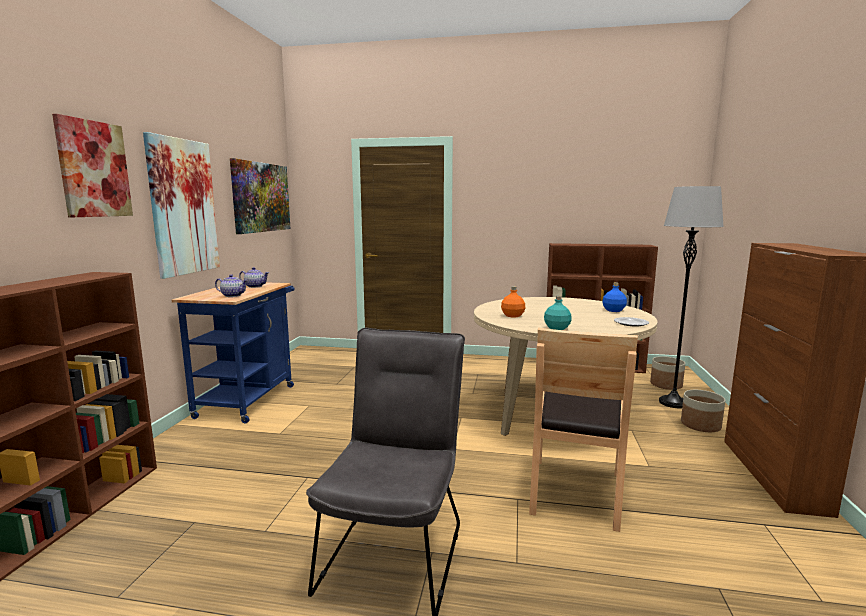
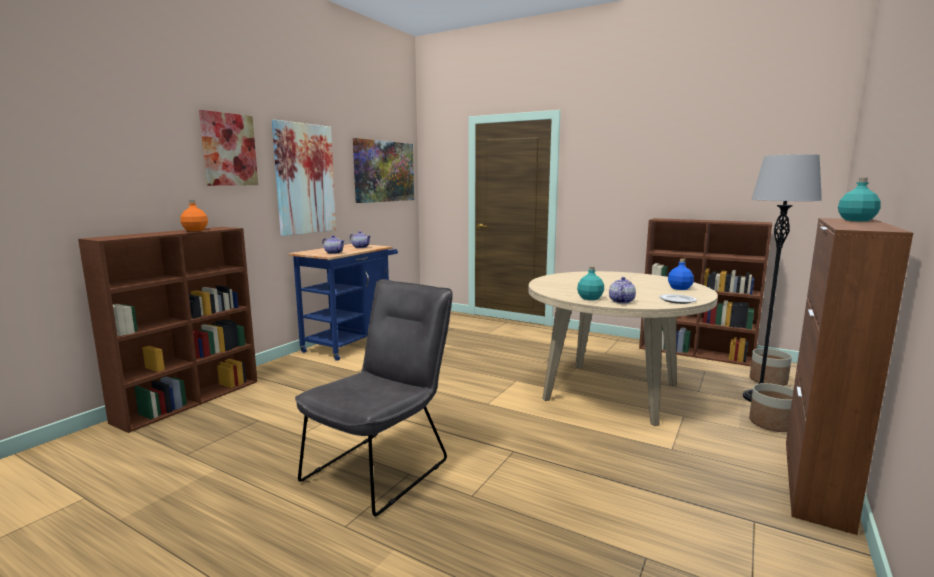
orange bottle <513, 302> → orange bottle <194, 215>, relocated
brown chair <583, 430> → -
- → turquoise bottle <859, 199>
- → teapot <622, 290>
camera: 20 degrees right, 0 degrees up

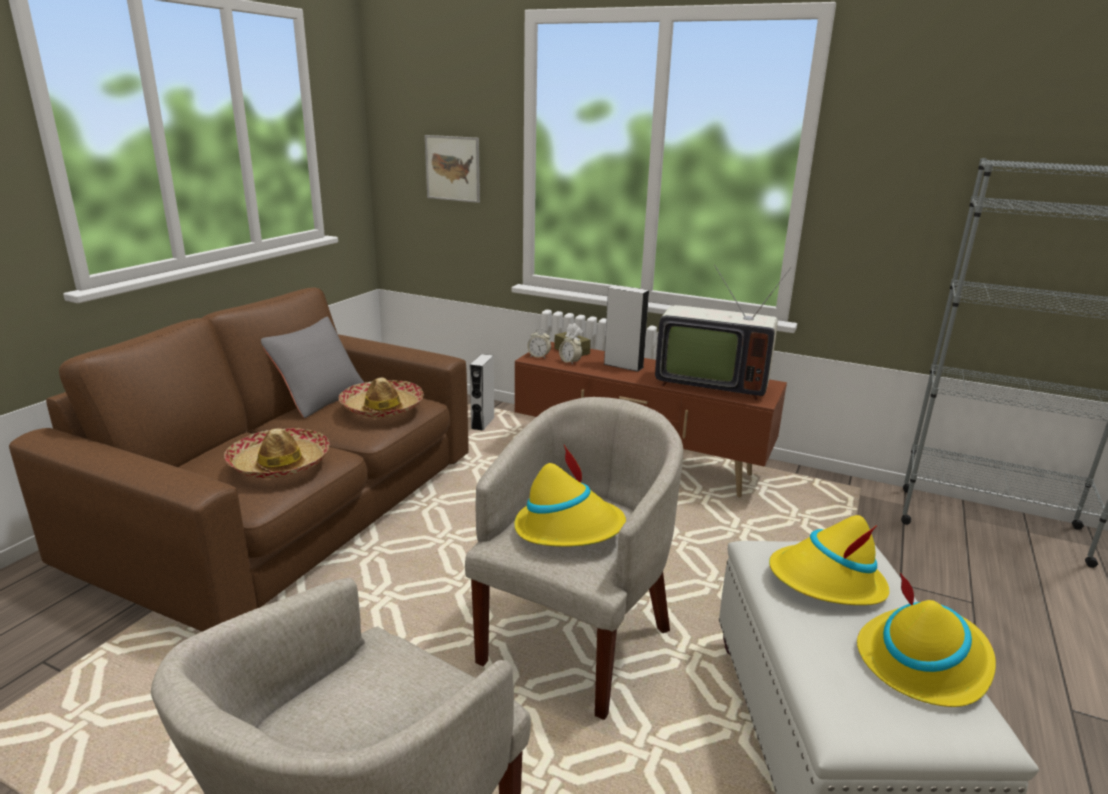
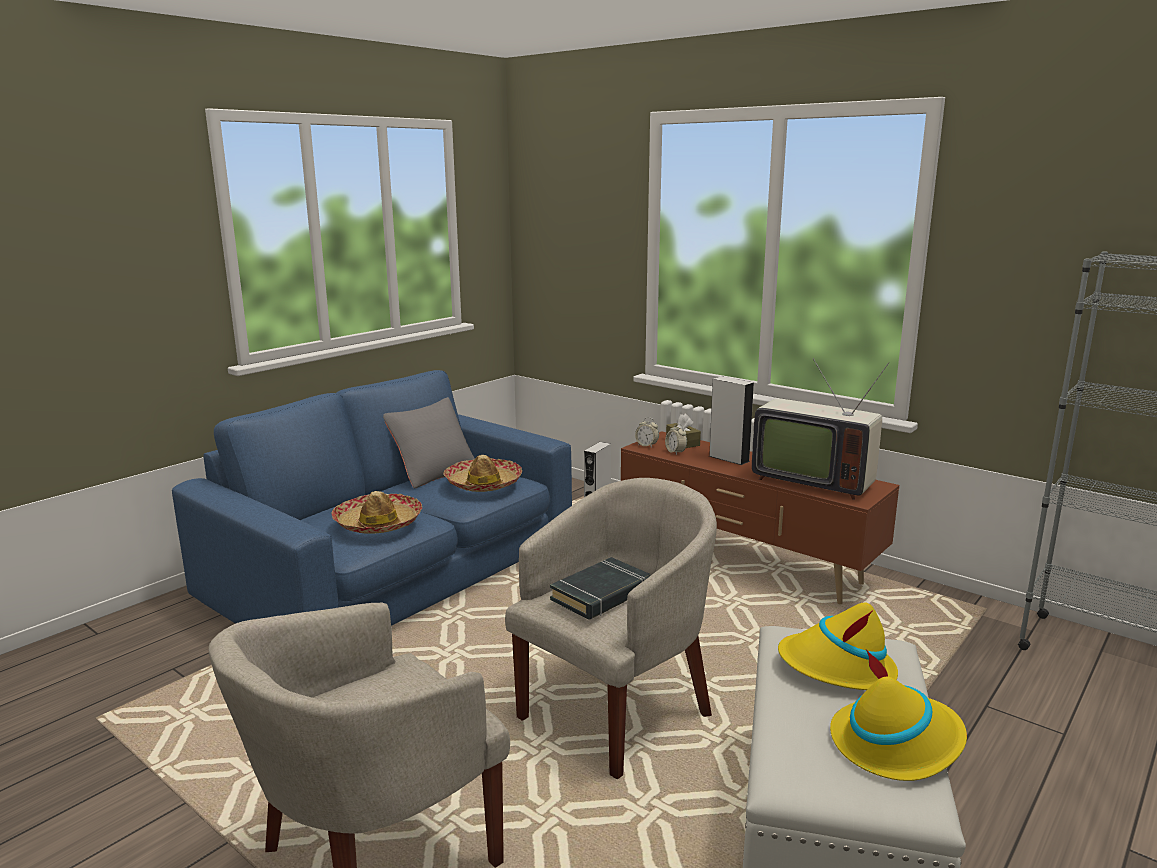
picture <452, 169> → -
brown sofa <239, 459> → blue sofa <372, 498>
yellow hat <570, 496> → black book <600, 588>
camera: 15 degrees right, 5 degrees down

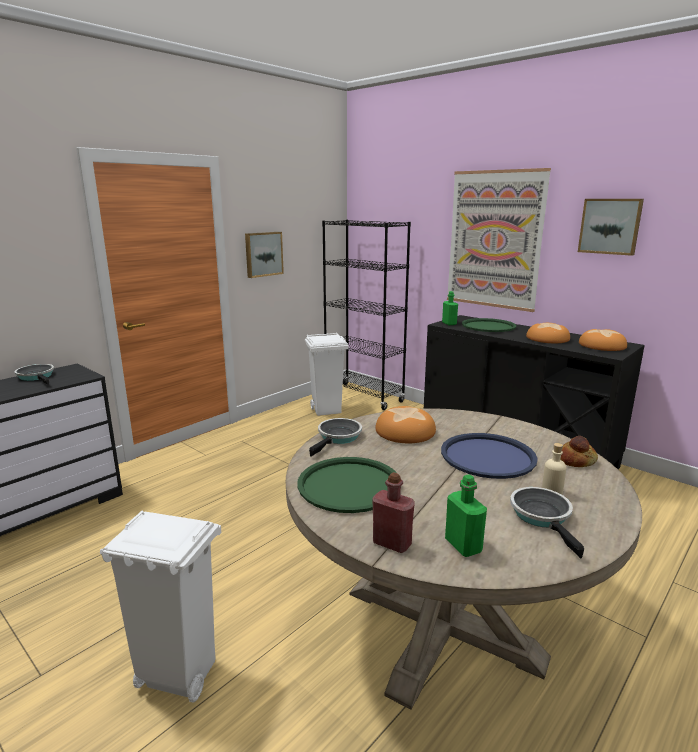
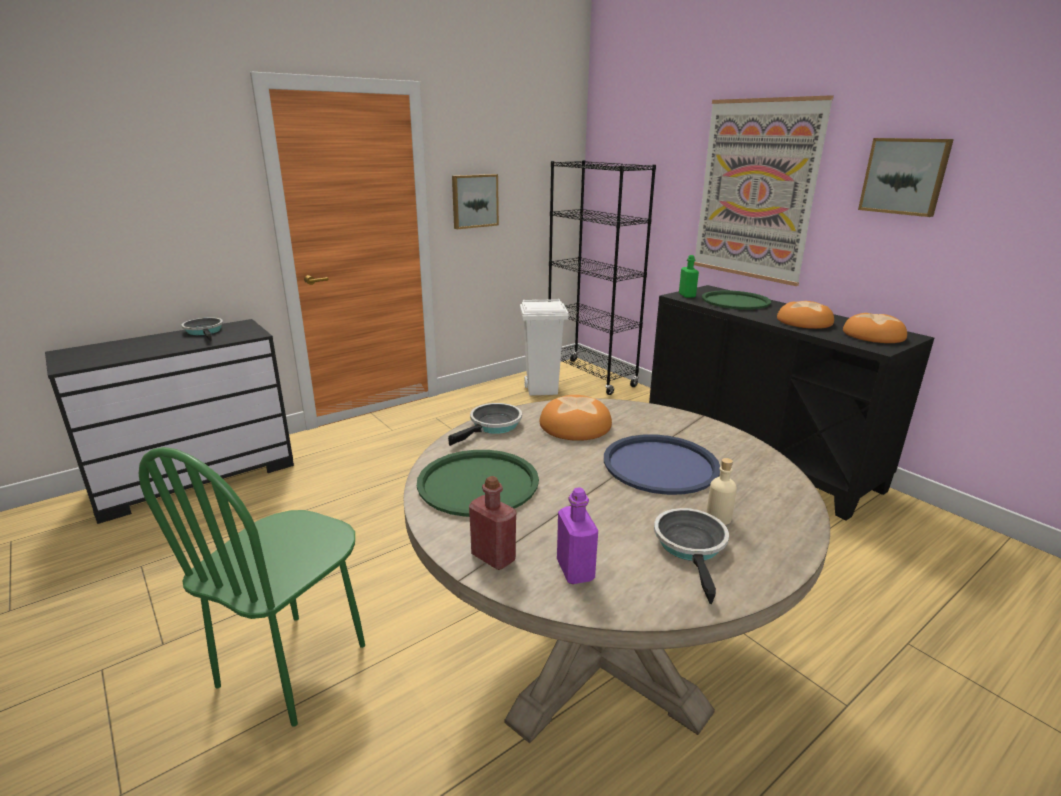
bread <579, 451> → -
green bottle <466, 515> → purple bottle <577, 535>
white trash can <160, 607> → green chair <252, 587>
camera: 10 degrees right, 5 degrees up

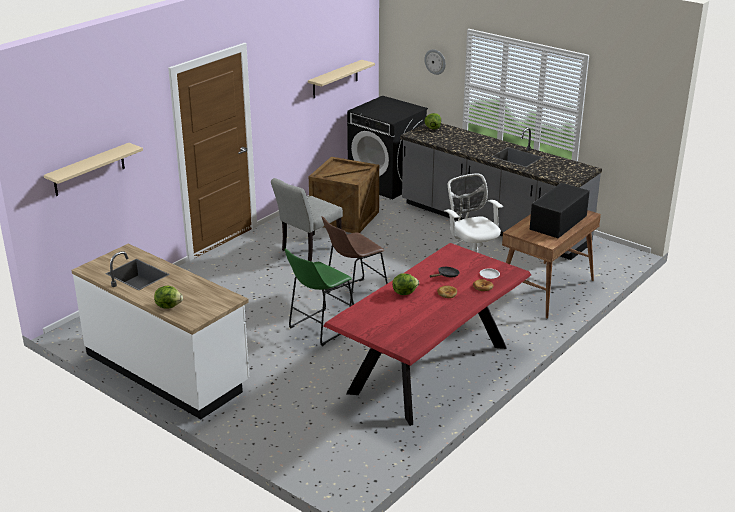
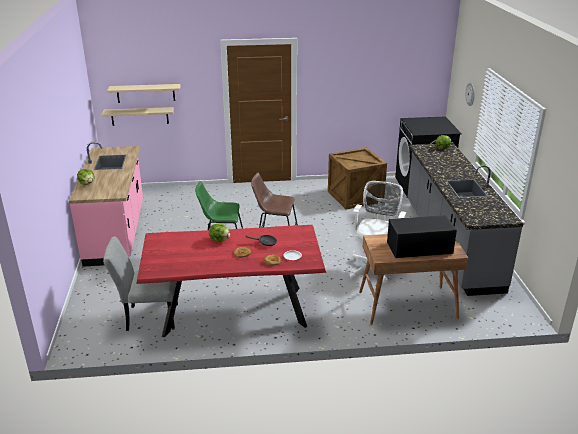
beige shelf <341, 79> → beige shelf <138, 116>, relocated
grey chair <307, 220> → grey chair <140, 284>, relocated
white counter <160, 331> → pink counter <106, 204>
camera: 45 degrees right, 0 degrees up

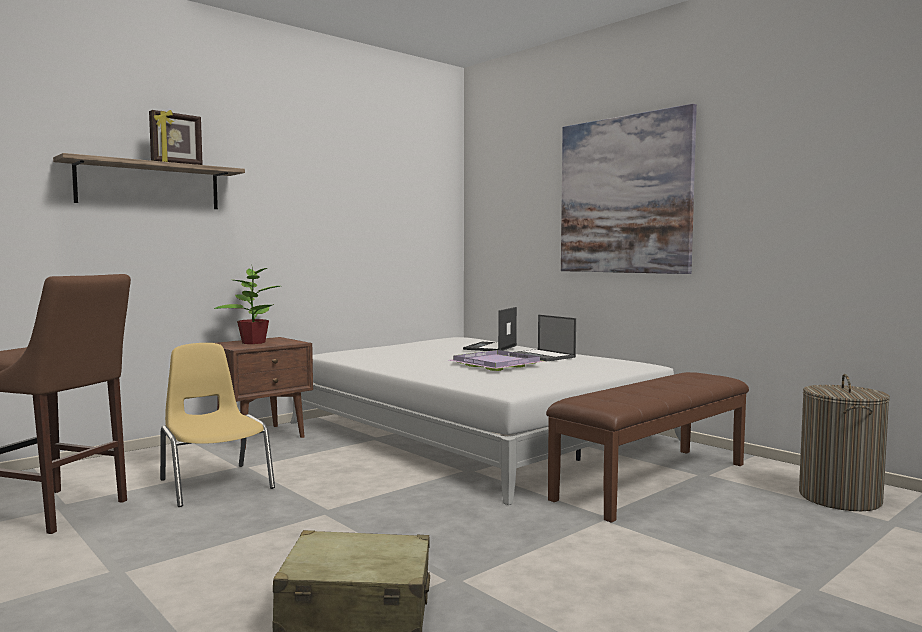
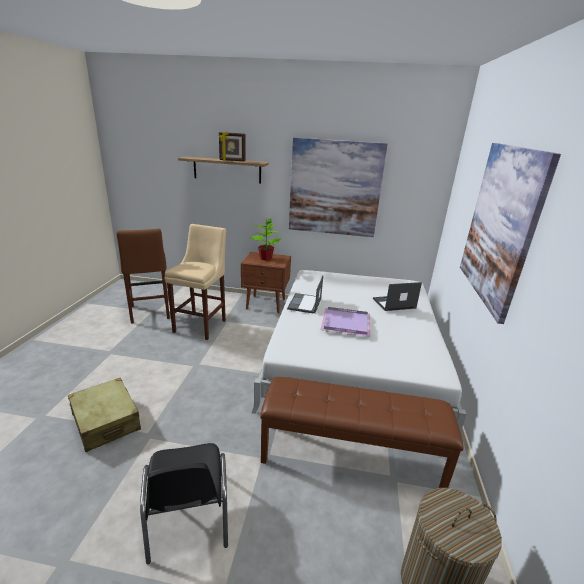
laptop <545, 338> → laptop <305, 295>, relocated
yellow chair <217, 425> → beige stool <195, 282>
- → picture <338, 187>
- → black chair <184, 503>
camera: 50 degrees right, 20 degrees up

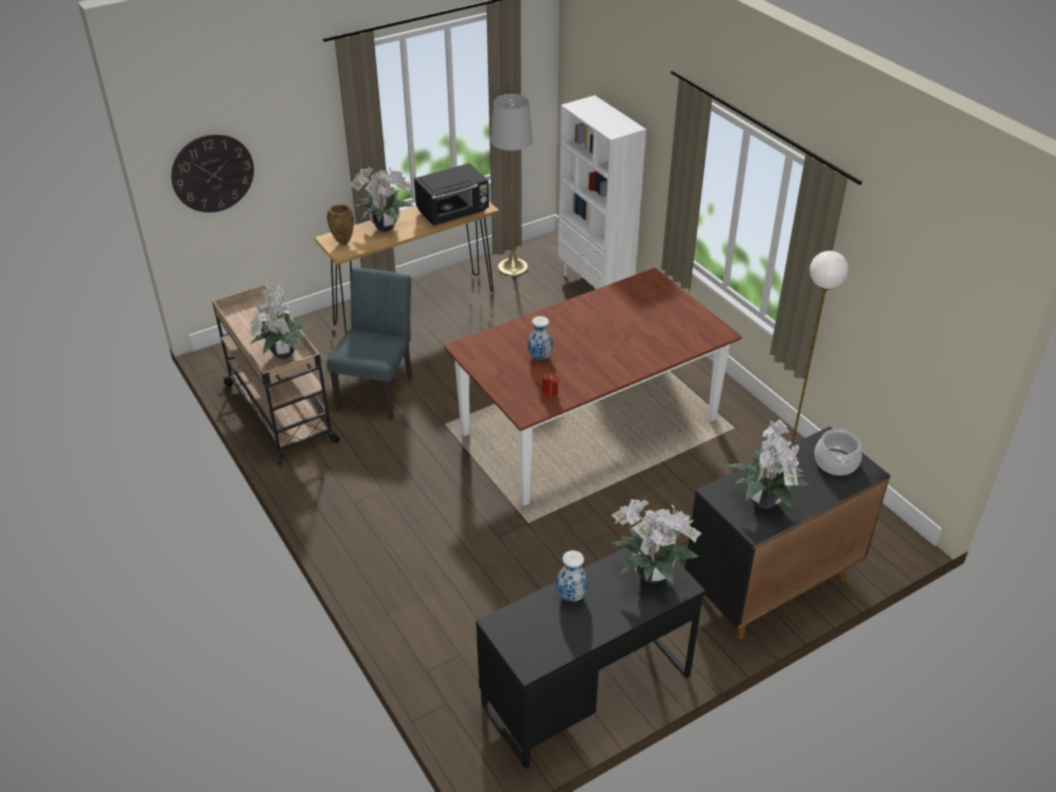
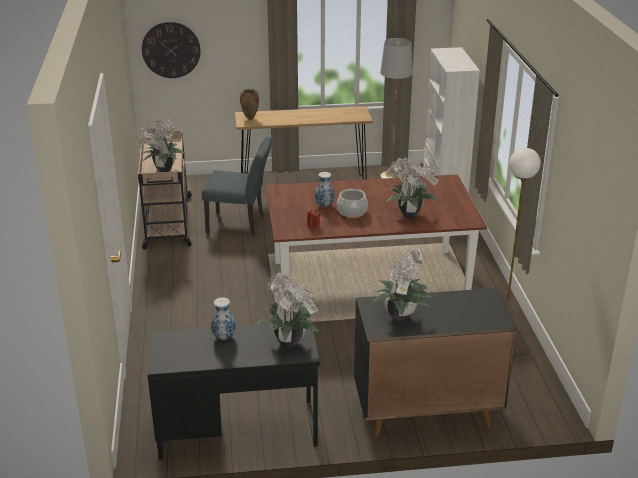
black microwave <451, 194> → -
potted plant <382, 199> → potted plant <412, 187>, relocated
grey chair <370, 343> → grey chair <237, 186>, 60 degrees clockwise
cooking pot <838, 451> → cooking pot <352, 203>, relocated
camera: 25 degrees right, 10 degrees down

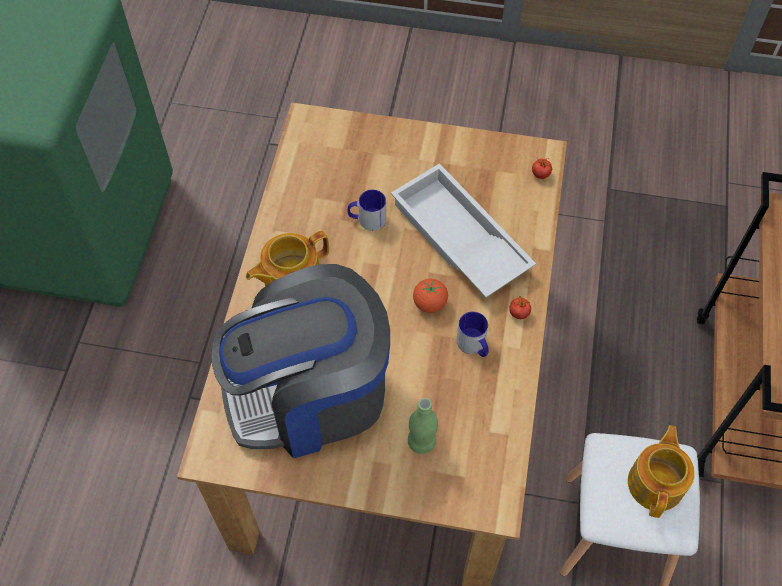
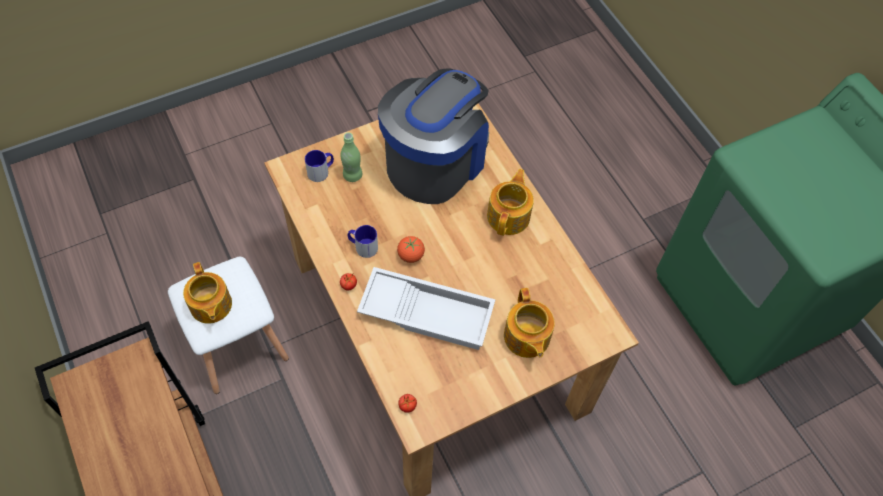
mug <367, 210> → mug <319, 166>, relocated
- → teapot <529, 323>
camera: 140 degrees right, 0 degrees up

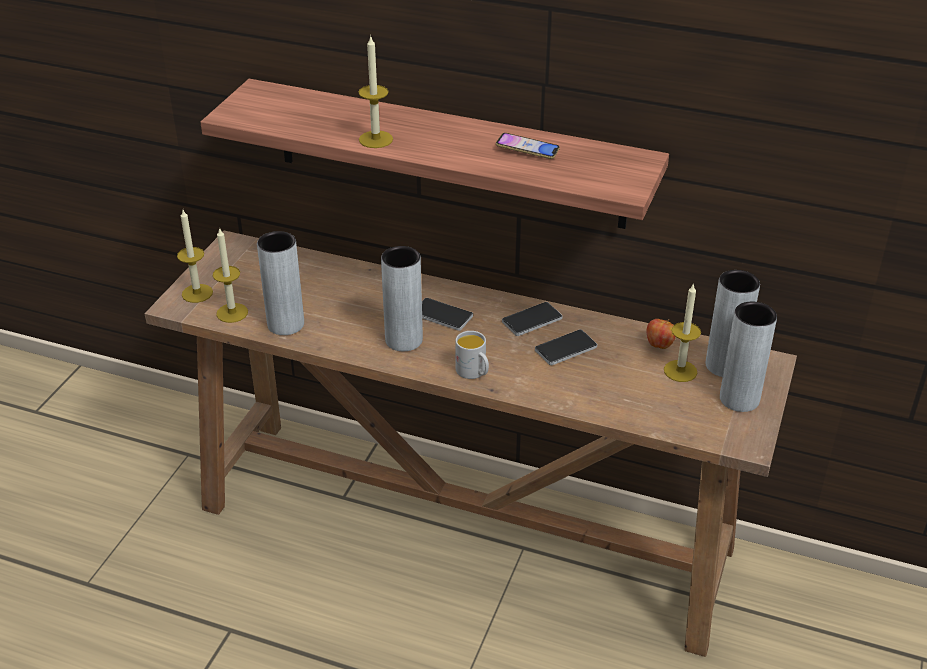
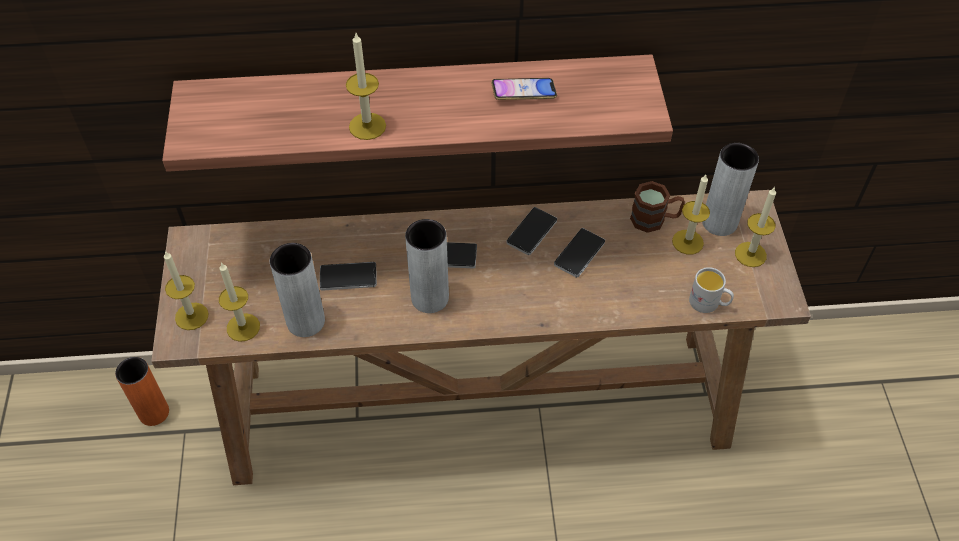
grey vase <748, 357> → candle <755, 227>
apple <661, 334> → brown mug <657, 207>
white mug <472, 355> → white mug <711, 290>, relocated
- → phone <348, 276>
- → orange vase <142, 391>
camera: 25 degrees left, 15 degrees up

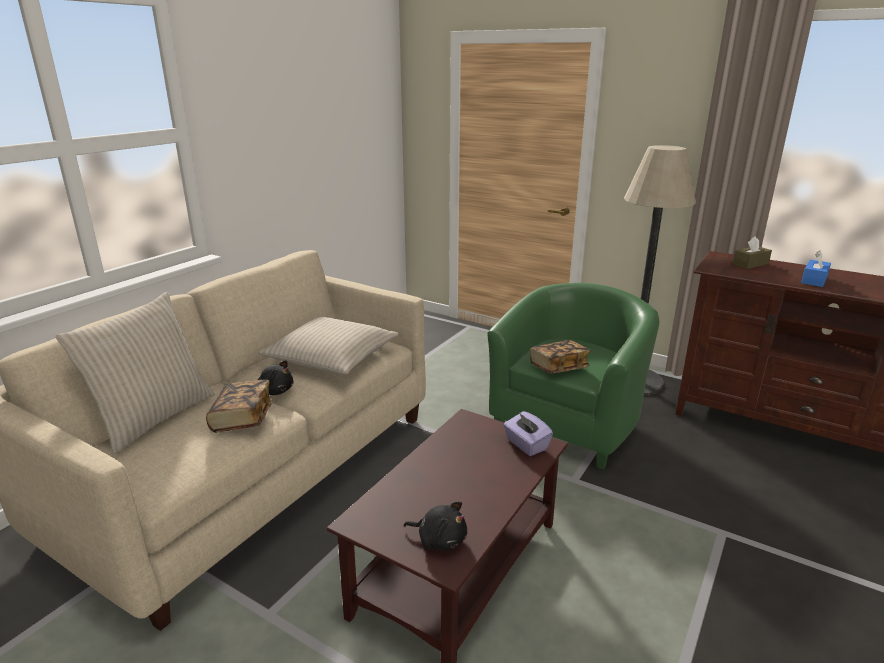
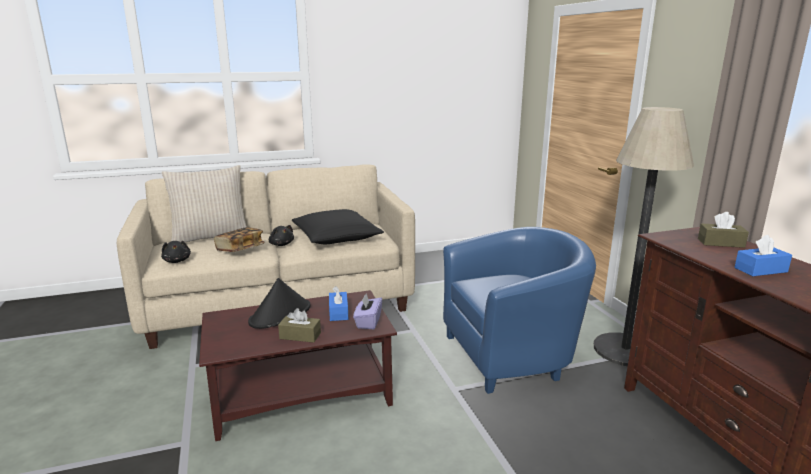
green armchair <573, 376> → blue armchair <519, 310>
beige pillow <328, 346> → black pillow <338, 226>
book <560, 356> → -
black plush toy <435, 526> → black plush toy <176, 252>, relocated
- → black hat <279, 303>
- → blue tissue box <338, 303>
- → brown tissue box <299, 325>
camera: 40 degrees right, 5 degrees down

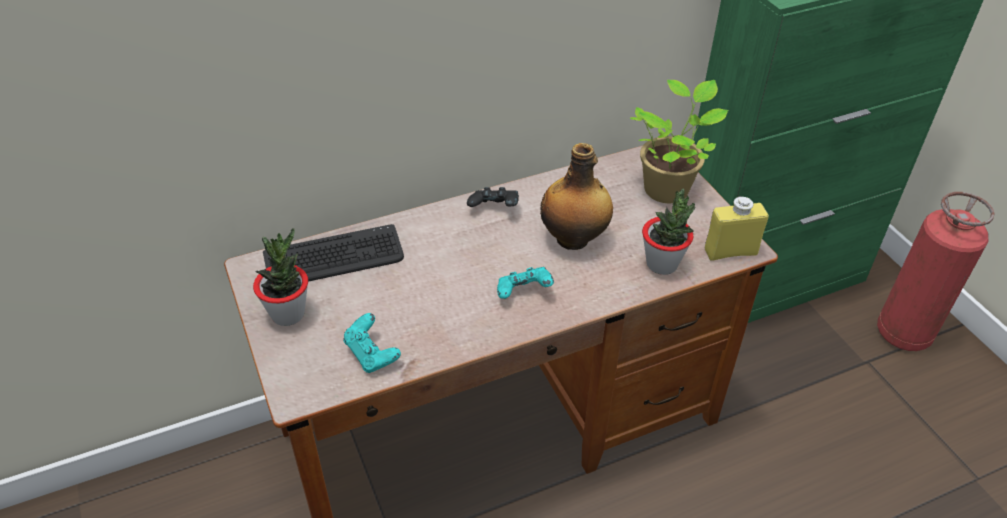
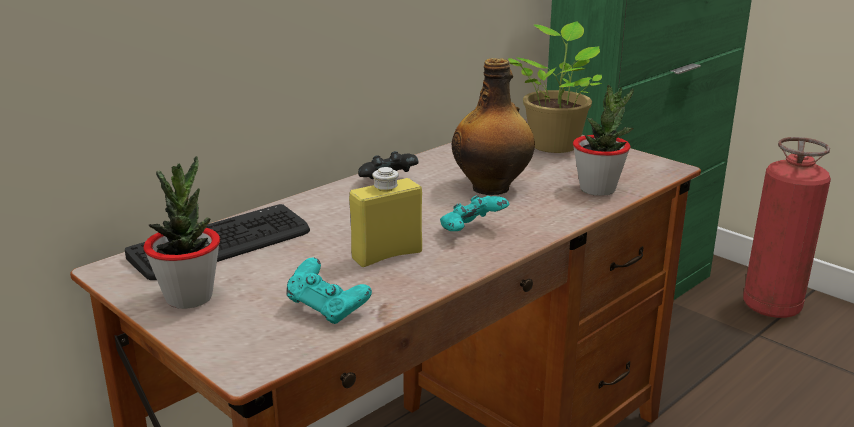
yellow bottle <737, 228> → yellow bottle <385, 217>, relocated
camera: 20 degrees left, 20 degrees down

